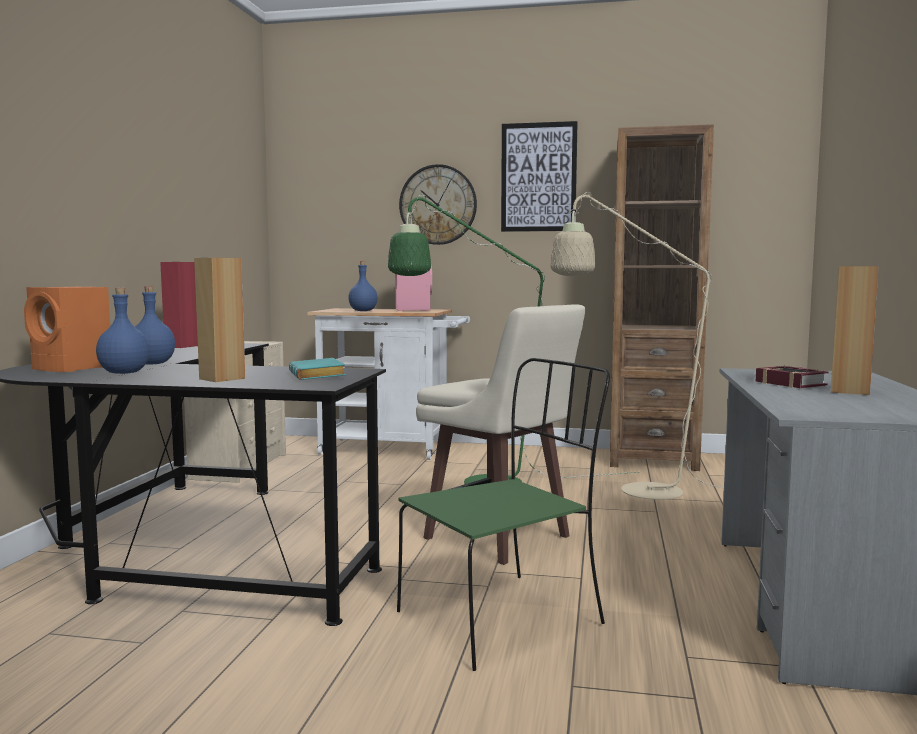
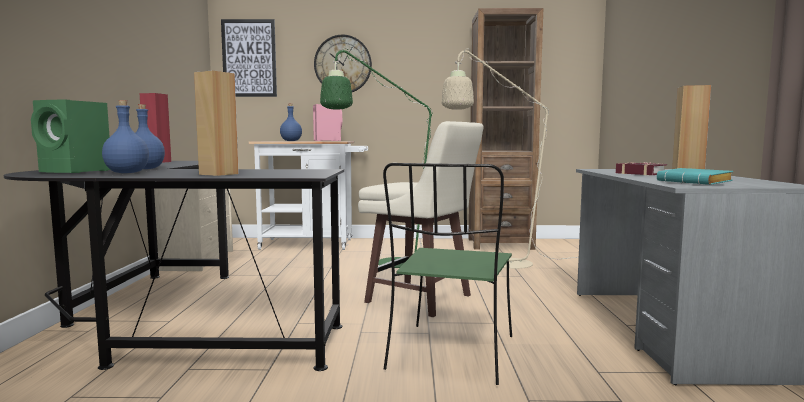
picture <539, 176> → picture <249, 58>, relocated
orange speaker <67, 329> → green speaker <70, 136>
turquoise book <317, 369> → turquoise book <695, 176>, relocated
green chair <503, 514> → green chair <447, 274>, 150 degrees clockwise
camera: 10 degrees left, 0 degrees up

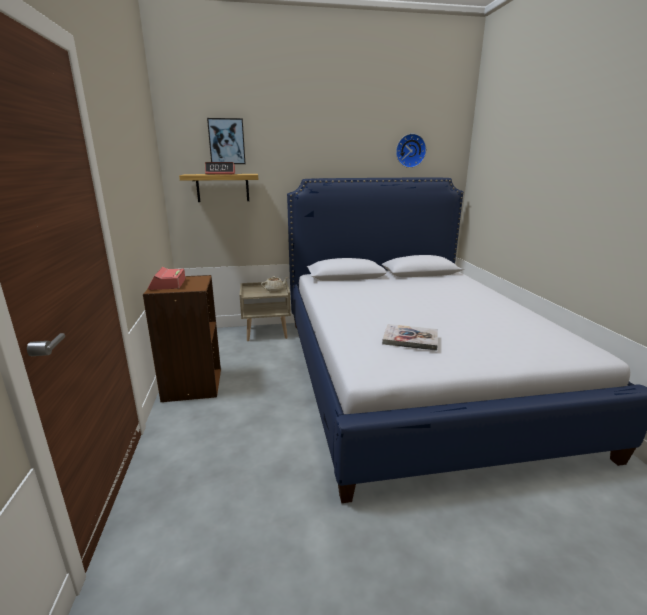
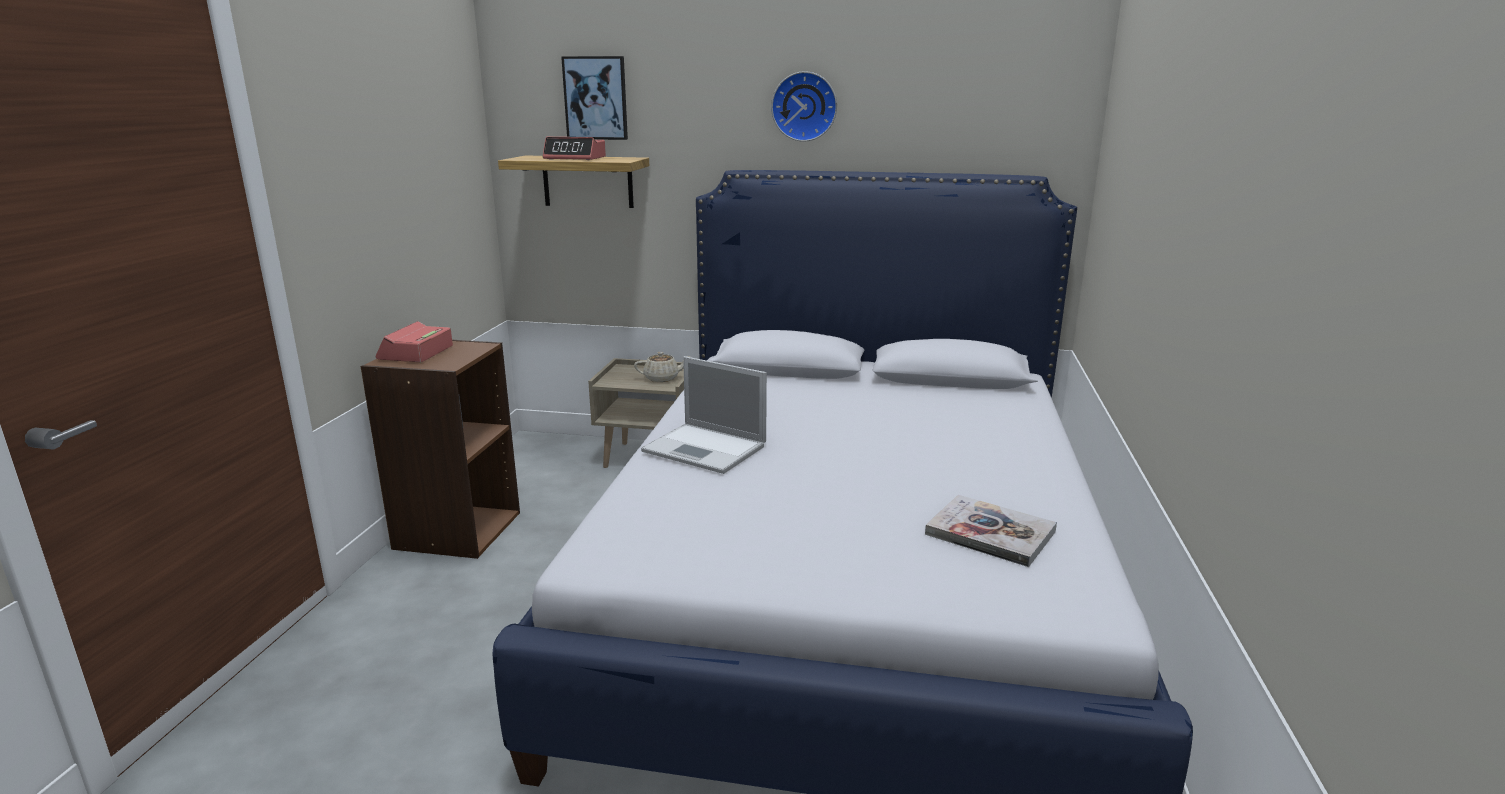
wall clock <411, 150> → wall clock <804, 106>, relocated
book <410, 337> → book <991, 531>, relocated
- → laptop <704, 415>
camera: 20 degrees right, 0 degrees up

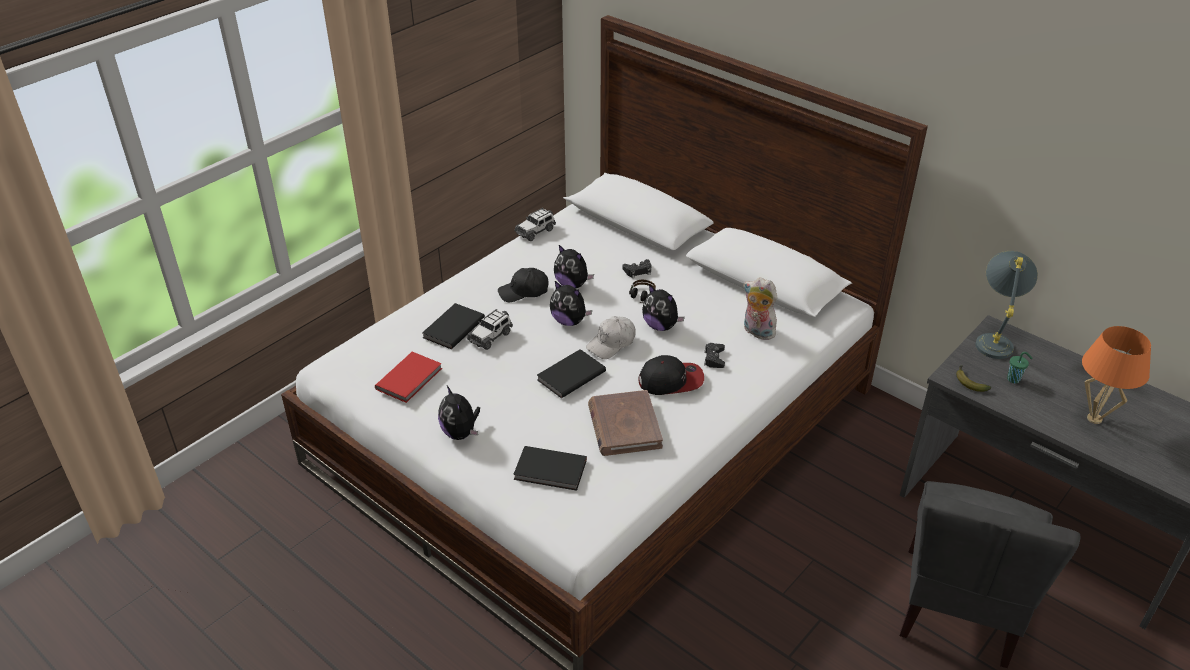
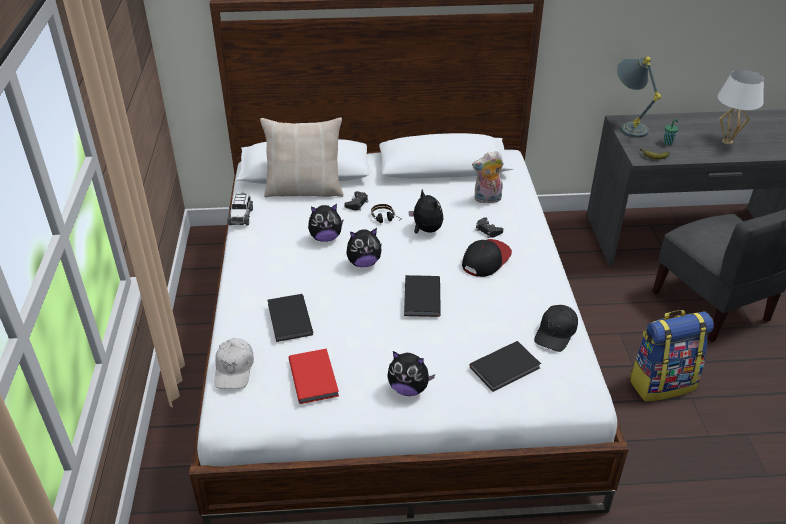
black cap <523, 285> → black cap <556, 328>, relocated
plush toy <663, 308> → plush toy <426, 211>, 120 degrees counterclockwise
toy car <490, 329> → -
white cap <611, 337> → white cap <234, 363>, relocated
orange table lamp <1116, 375> → white table lamp <740, 107>
brown book <625, 423> → -
- → beige pillow <302, 158>
- → backpack <671, 355>
camera: 45 degrees left, 0 degrees up

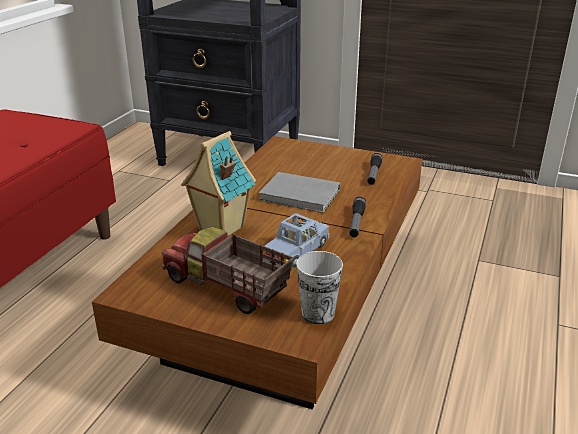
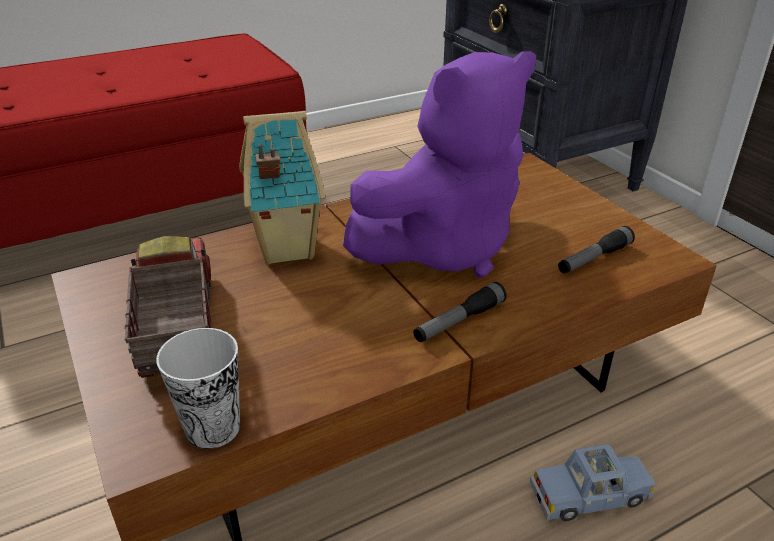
grey book <299, 192> → purple plush toy <439, 164>
blue toy car <296, 240> → blue toy car <593, 482>, relocated
camera: 40 degrees right, 5 degrees up

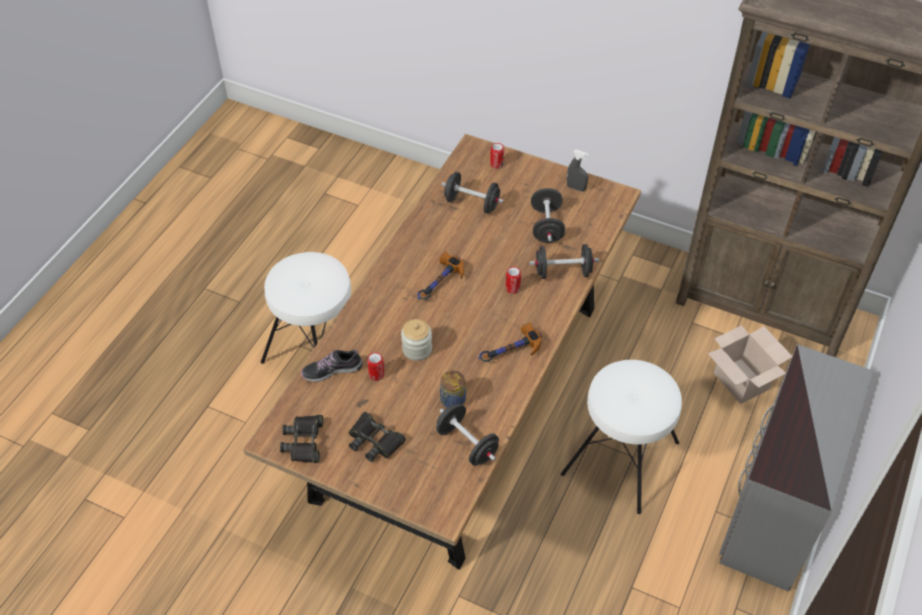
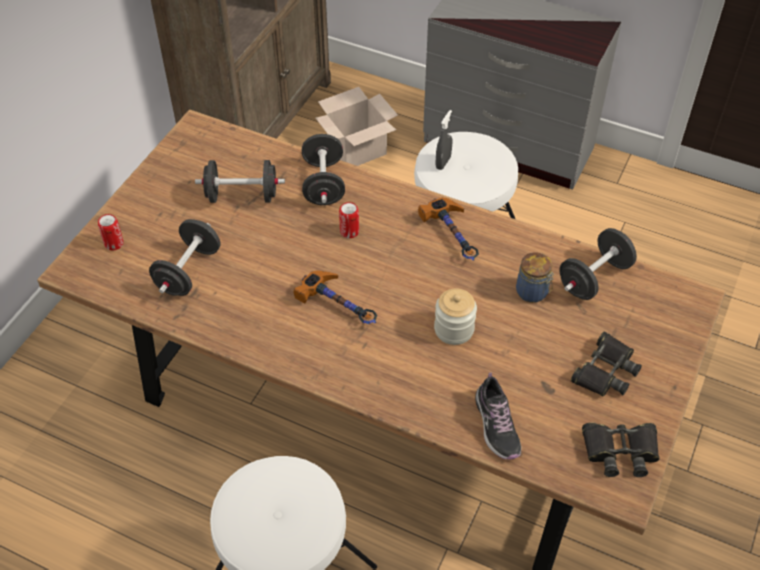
grey spray bottle <578, 171> → grey spray bottle <444, 140>, relocated
can <375, 366> → -
camera: 90 degrees left, 0 degrees up

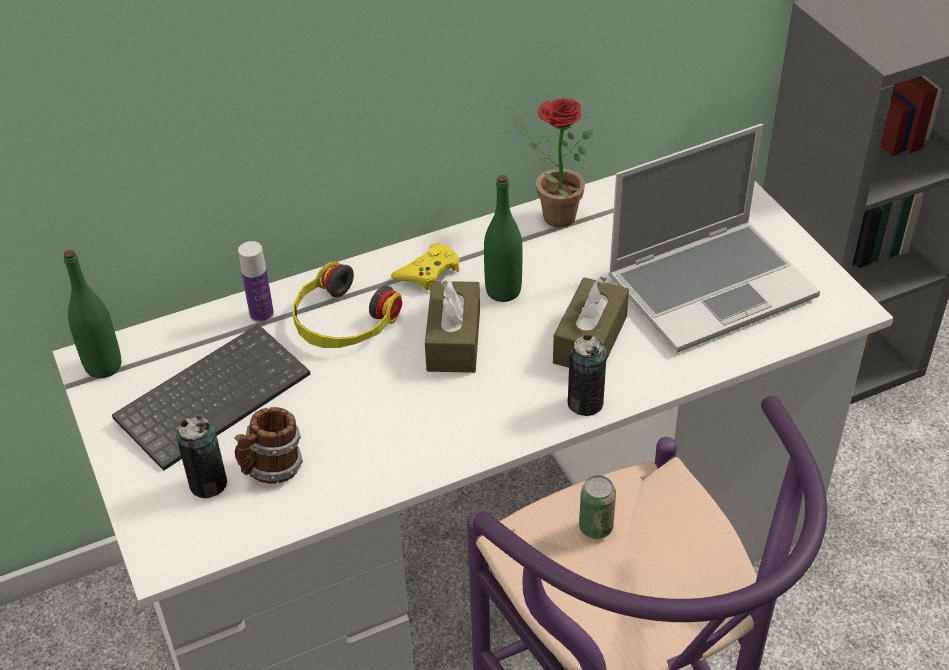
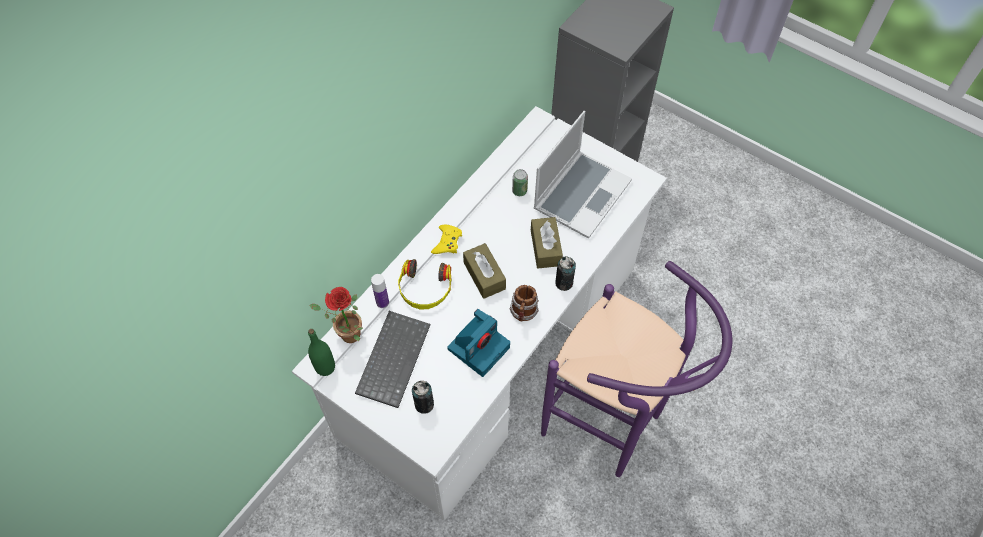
potted plant <554, 163> → potted plant <336, 315>, relocated
green bottle <503, 238> → -
mug <268, 445> → mug <524, 303>, relocated
can <597, 507> → can <520, 182>, relocated
- → photo camera <478, 343>
camera: 30 degrees left, 15 degrees up

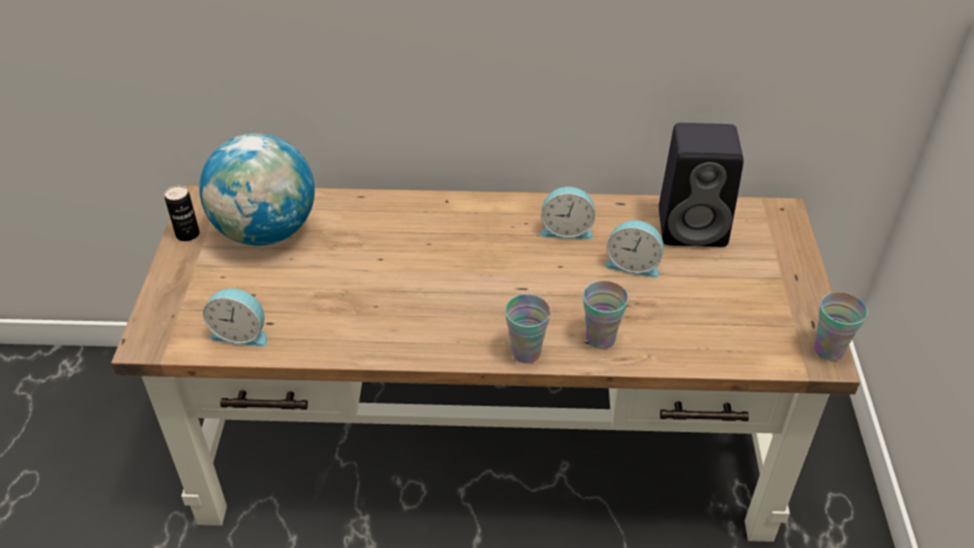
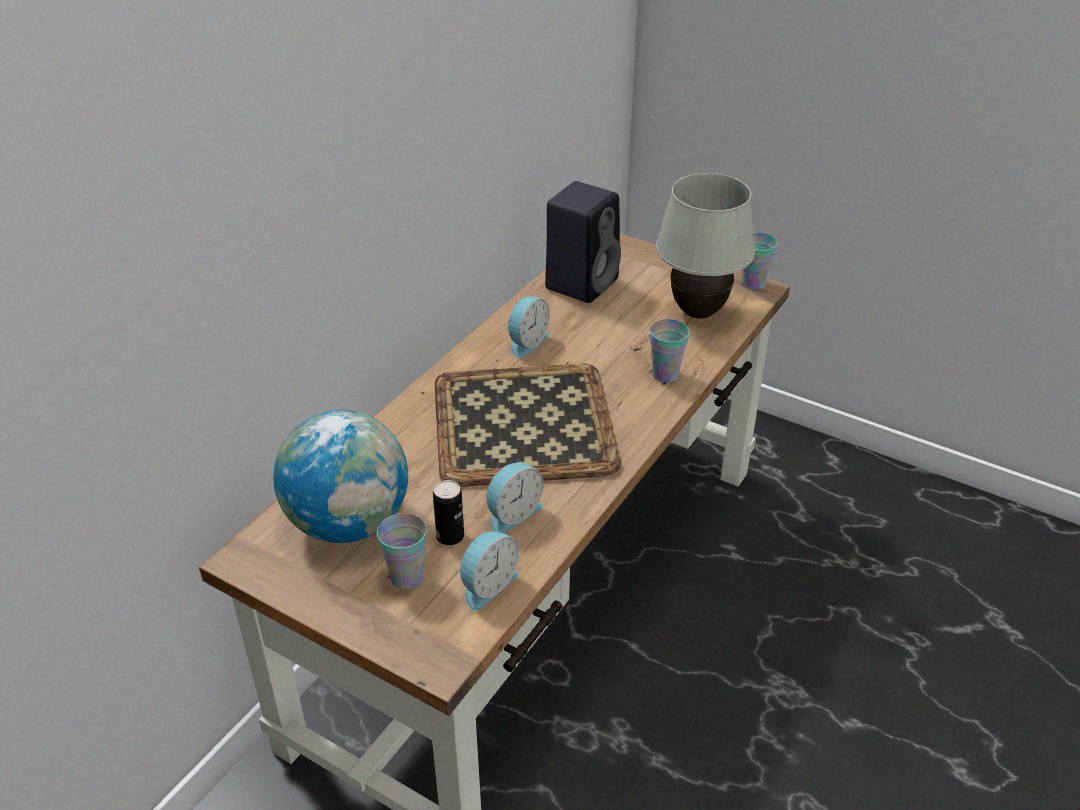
can <182, 213> → can <448, 512>, relocated
alarm clock <634, 249> → alarm clock <515, 498>, relocated
cup <528, 328> → cup <402, 551>, relocated
- → white table lamp <705, 245>
- → tray <528, 425>
camera: 60 degrees left, 5 degrees down

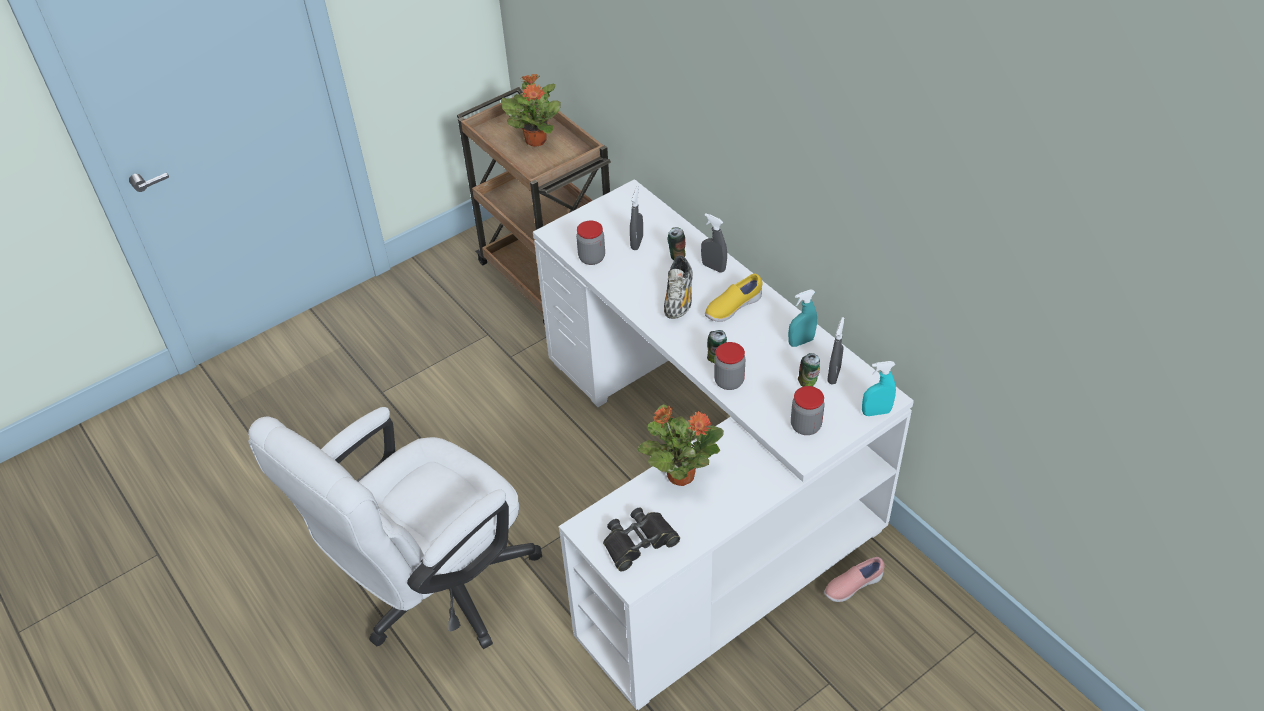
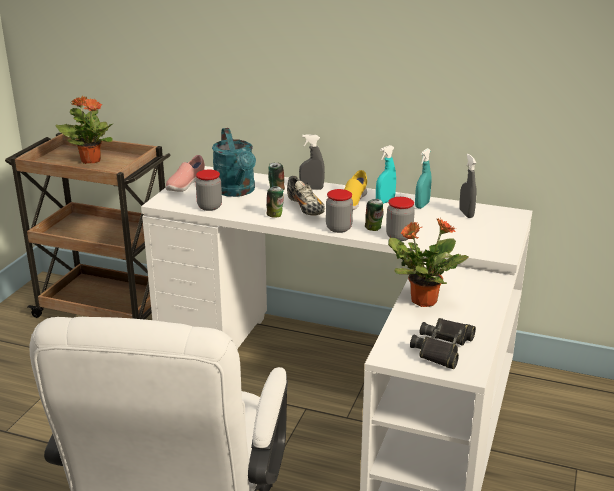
grey spray bottle <636, 218> → turquoise watering can <234, 162>
can <809, 370> → can <275, 202>, relocated
turquoise spray bottle <879, 388> → turquoise spray bottle <386, 174>, relocated
jar <807, 410> → jar <339, 211>, relocated
pink shoe <854, 579> → pink shoe <185, 173>, relocated
camera: 35 degrees left, 20 degrees down

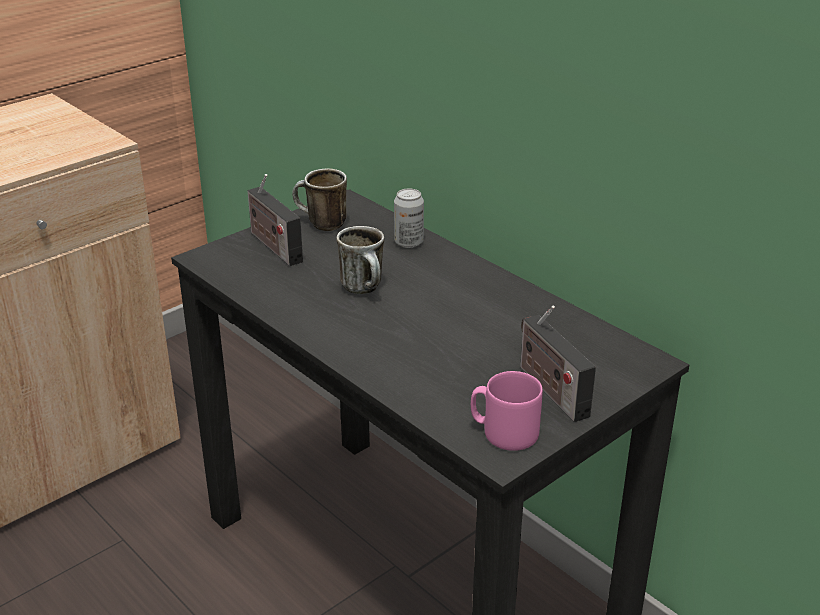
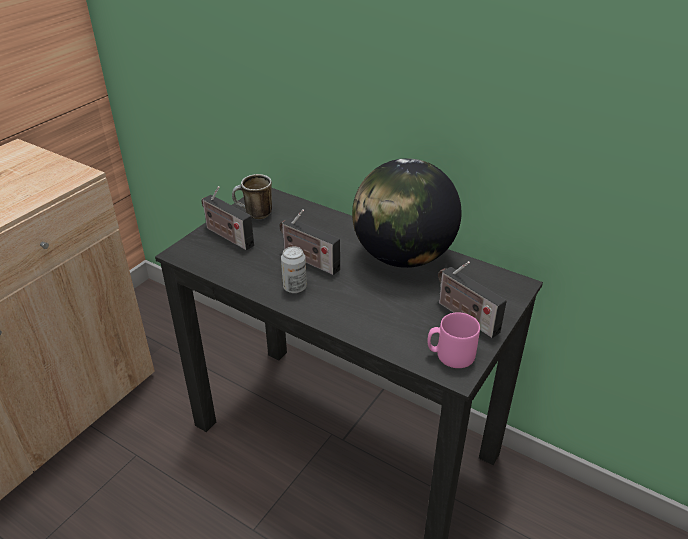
can <409, 218> → can <294, 269>, relocated
mug <360, 260> → radio <309, 242>
- → globe <407, 213>
camera: 15 degrees left, 5 degrees up

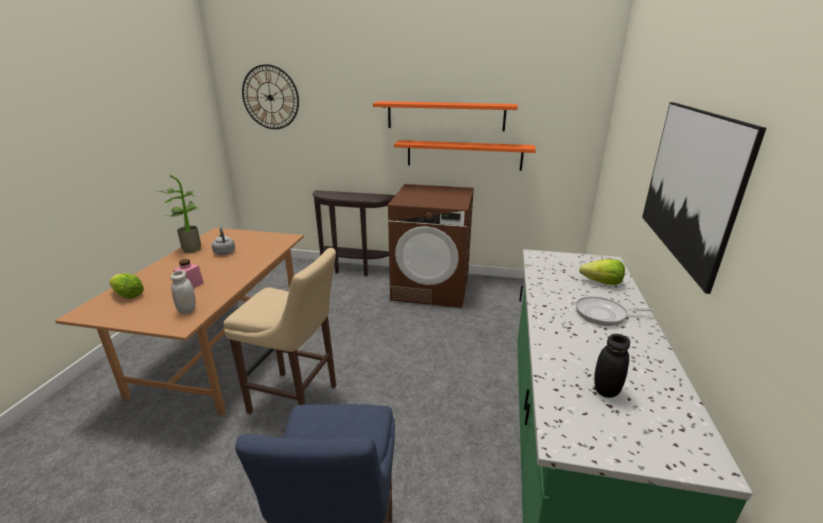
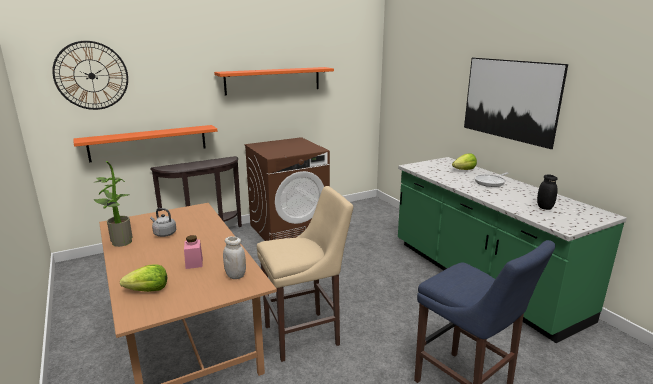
orange shelf <465, 155> → orange shelf <146, 143>, relocated
camera: 40 degrees left, 5 degrees down

